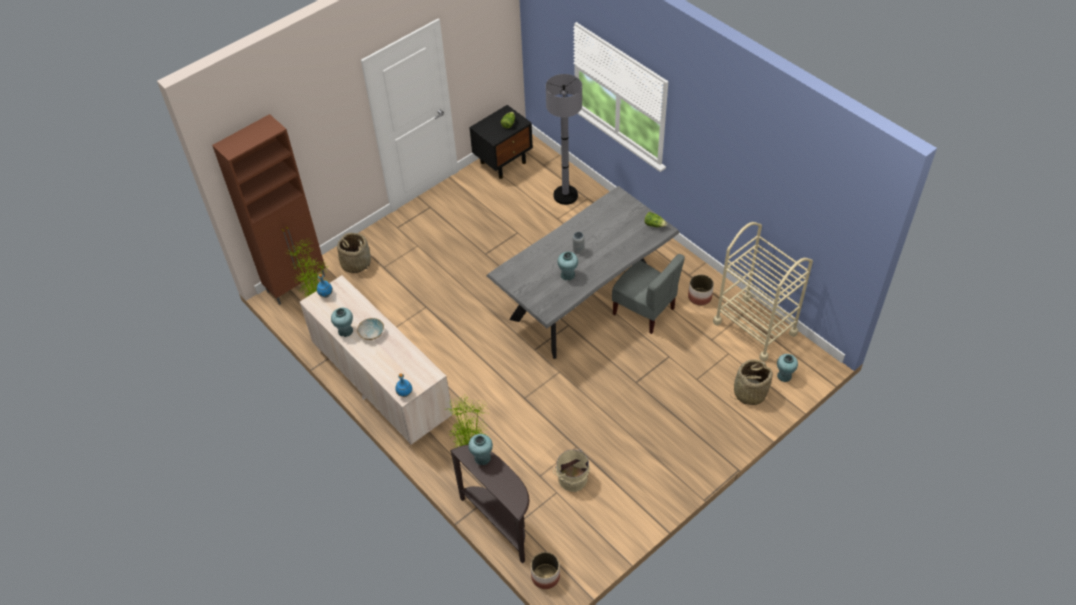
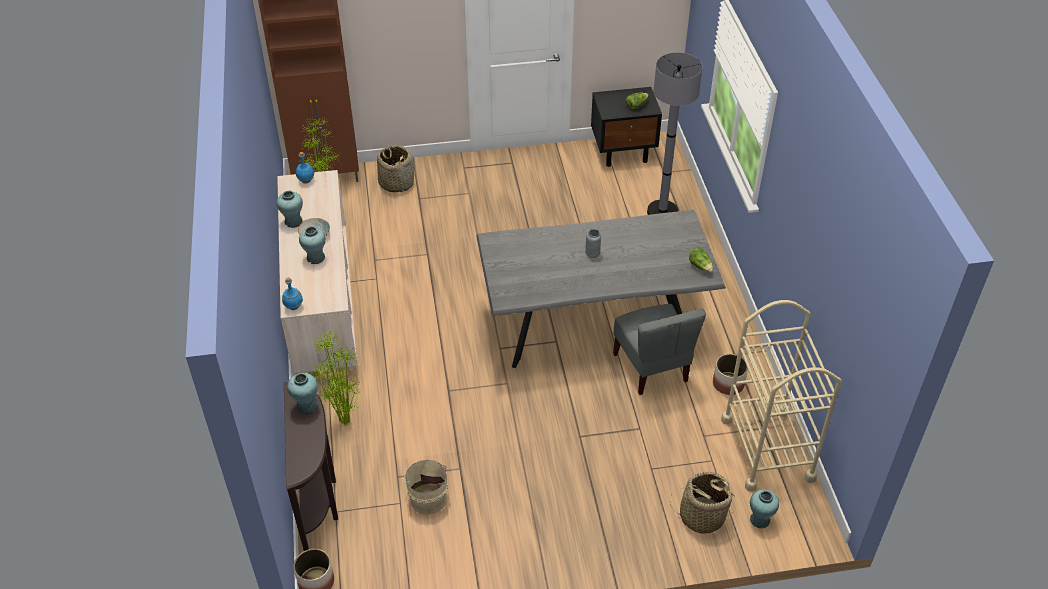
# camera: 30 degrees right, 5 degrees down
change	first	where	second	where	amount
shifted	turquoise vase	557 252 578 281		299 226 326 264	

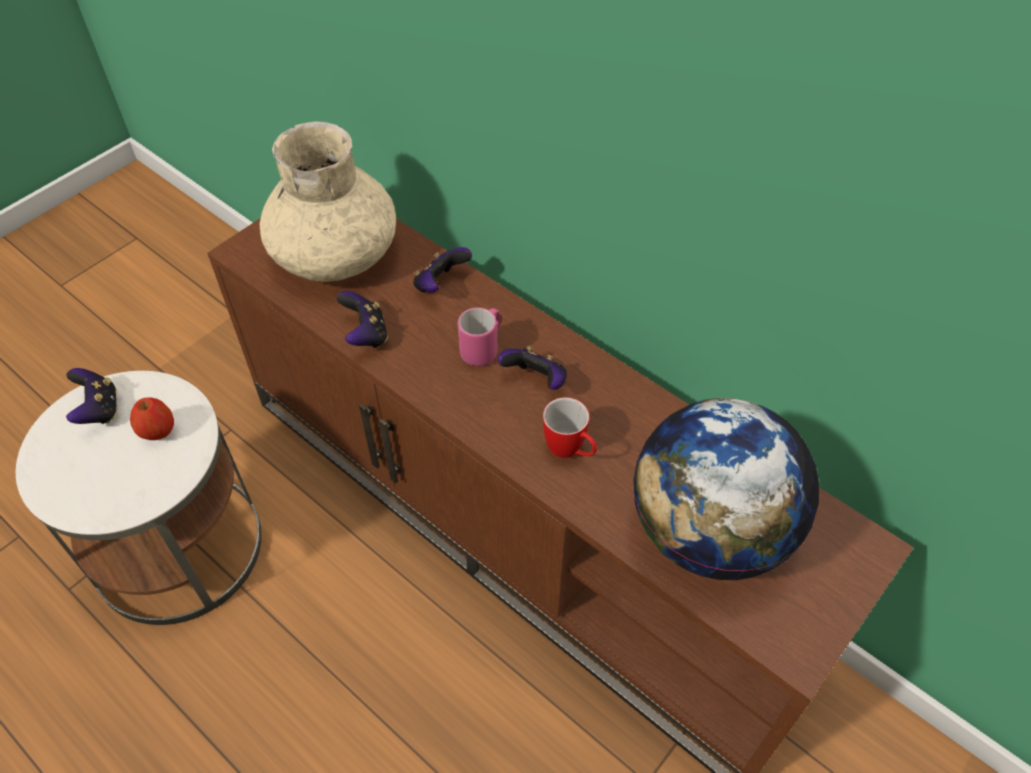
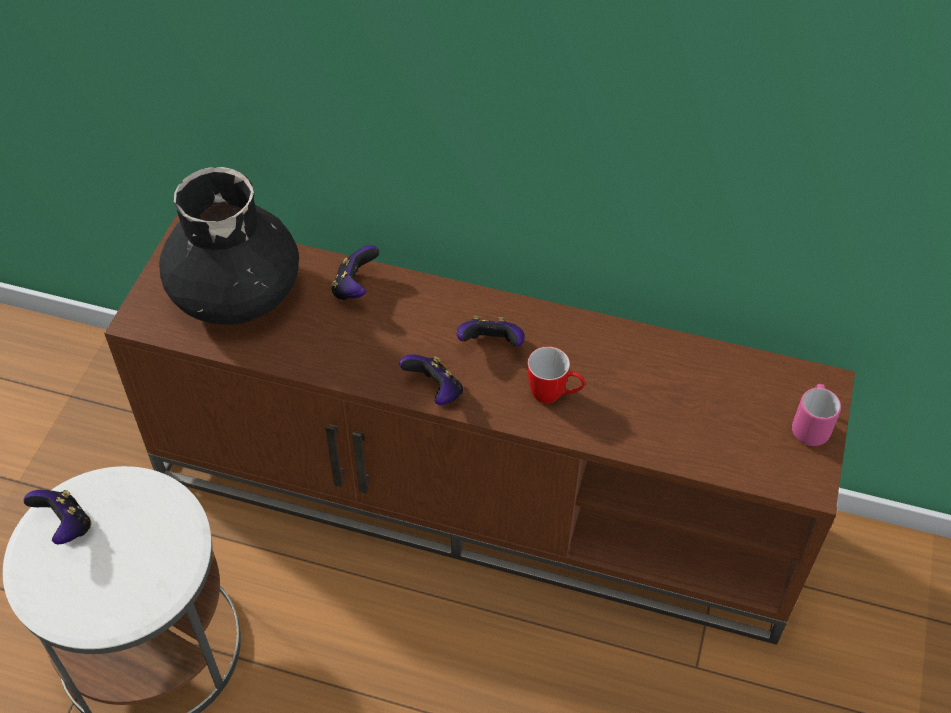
# camera: 25 degrees left, 0 degrees up
change	first	where	second	where	amount
gone	apple	130 397 174 440			
repainted	beige vase	260 121 396 282	black vase	159 167 299 324	
shifted	game controller	337 291 388 348		399 354 463 405	
shifted	pink mug	458 307 501 366		792 384 841 446	
gone	globe	633 398 819 580			

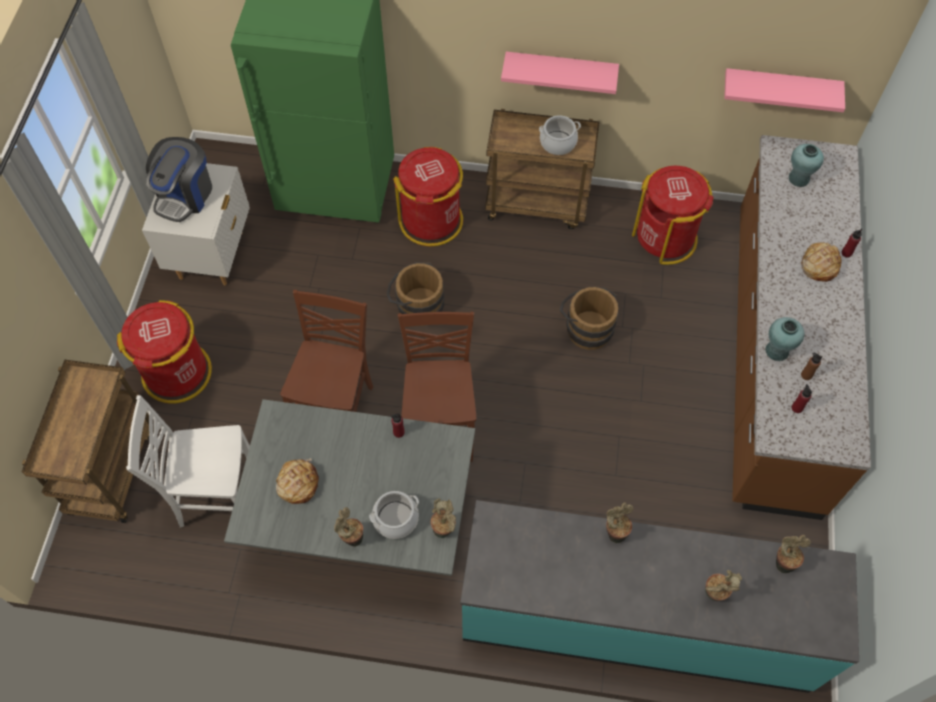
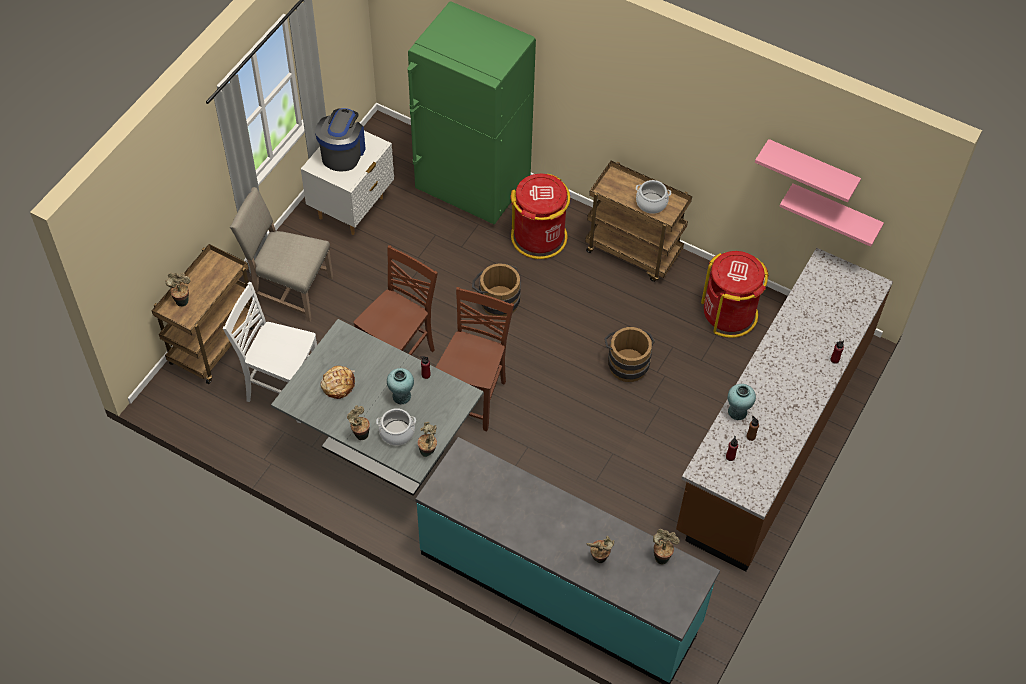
# camera: 20 degrees right, 5 degrees down
change	first	where	second	where	amount
swapped	red trash can	117 300 212 403	beige chair	230 187 333 322	
rotated	coffee machine	146 137 212 222		315 108 365 172	150 degrees clockwise
shifted	pink shelf	501 51 619 94		755 139 861 203	
shifted	potted plant	606 503 633 543		165 273 190 307	
shifted	turquoise vase	789 144 824 187		387 368 414 404	
gone	bread	801 242 841 282			

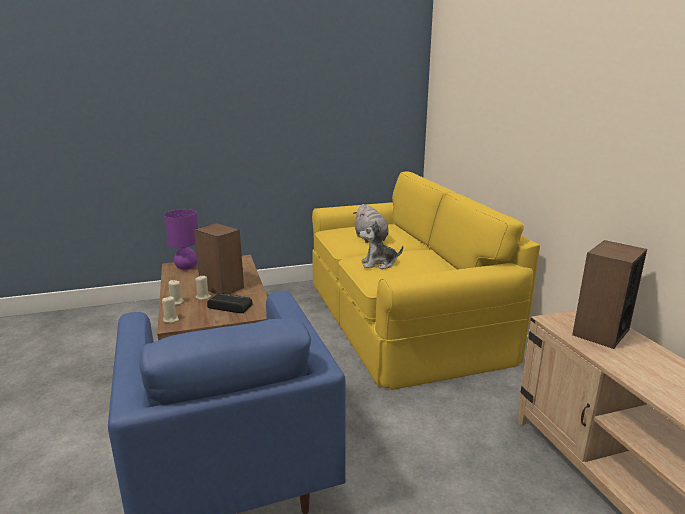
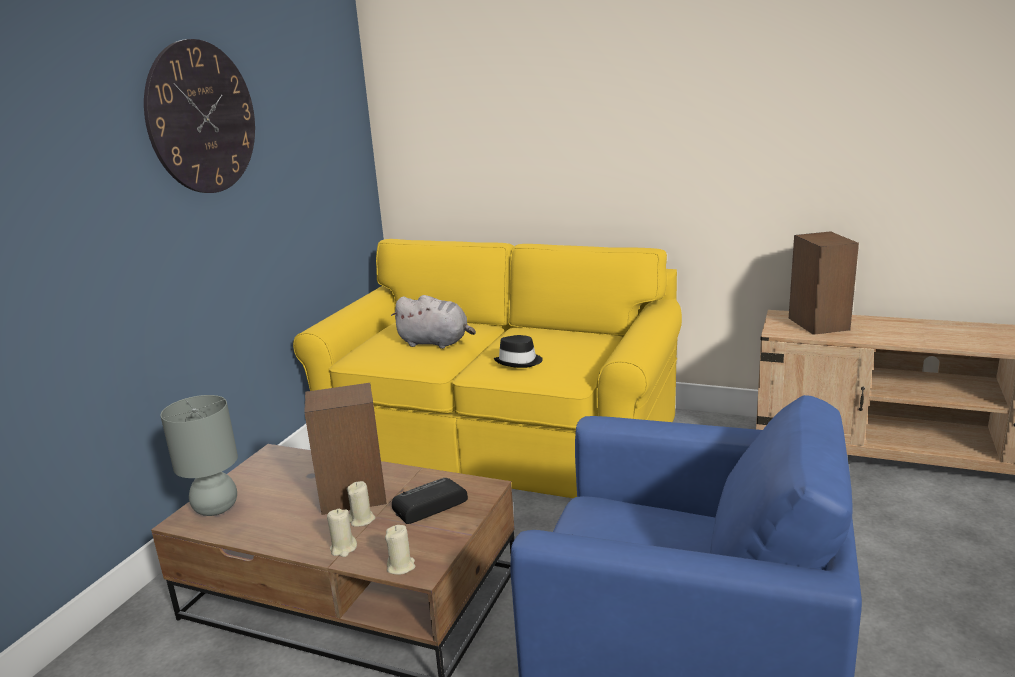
# camera: 50 degrees left, 0 degrees up
change	first	where	second	where	amount
repainted	purple table lamp	164 209 198 270	grey table lamp	160 395 238 516	
swapped	plush toy	359 221 403 269	black hat	493 335 543 368	
new			wall clock	144 39 255 193	

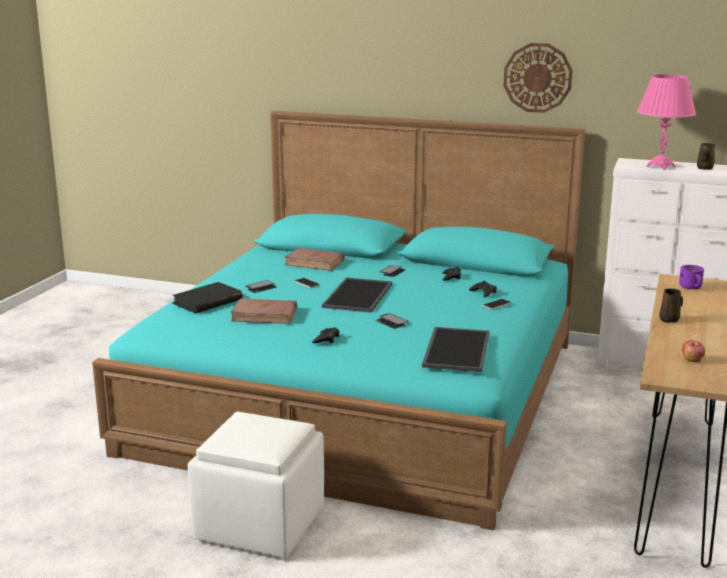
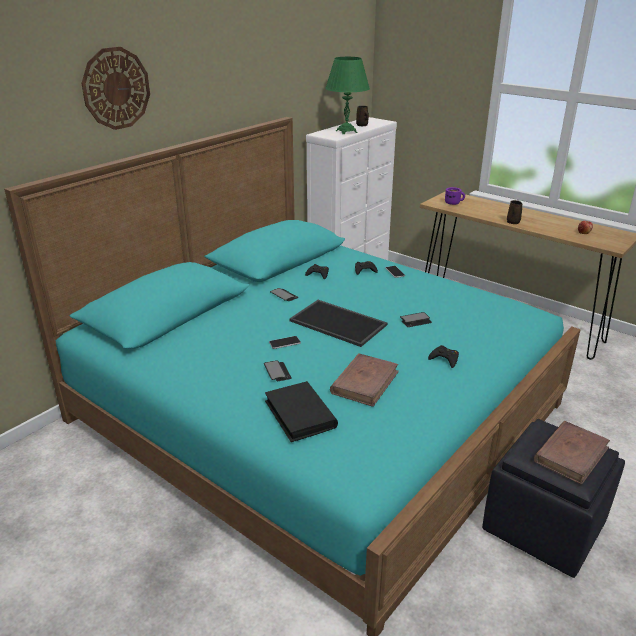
# camera: 70 degrees left, 10 degrees up
change	first	where	second	where	amount
repainted	white ottoman	188 412 324 558	black ottoman	482 419 625 578	
shifted	brown book	284 248 344 271		534 421 610 485	
gone	tray	422 327 490 372			
shifted	wall clock	504 43 573 113		81 47 150 130	
repainted	pink table lamp	637 74 696 170	green table lamp	325 57 370 134	

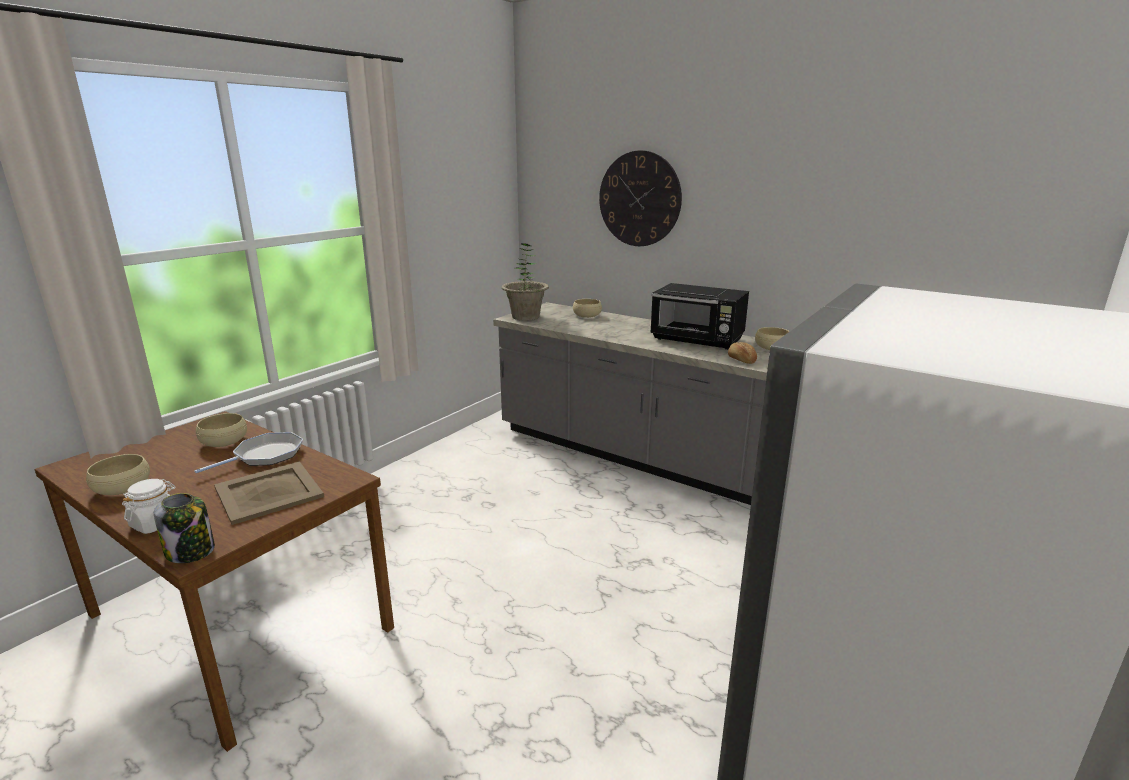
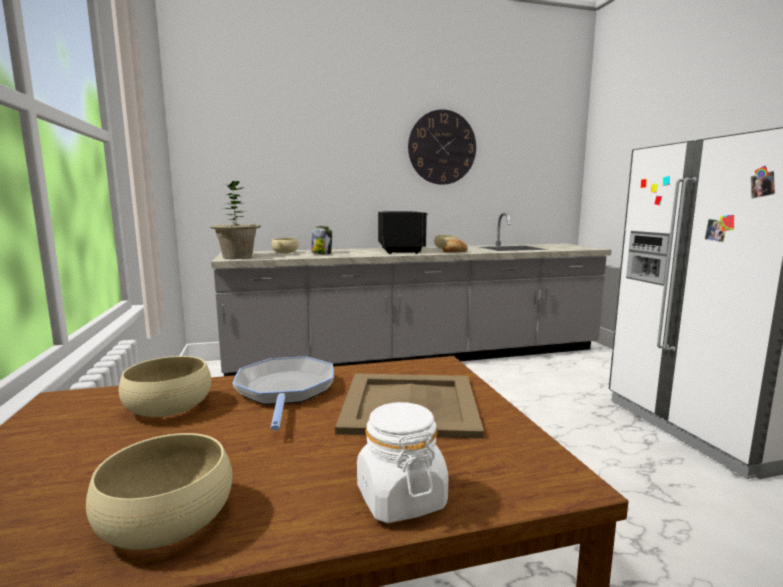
# camera: 50 degrees left, 10 degrees down
change	first	where	second	where	amount
shifted	jar	154 493 215 563		311 226 332 254	
shifted	wall clock	599 150 682 246		408 109 476 185	
rotated	black microwave	650 283 749 350		378 211 428 254	75 degrees counterclockwise

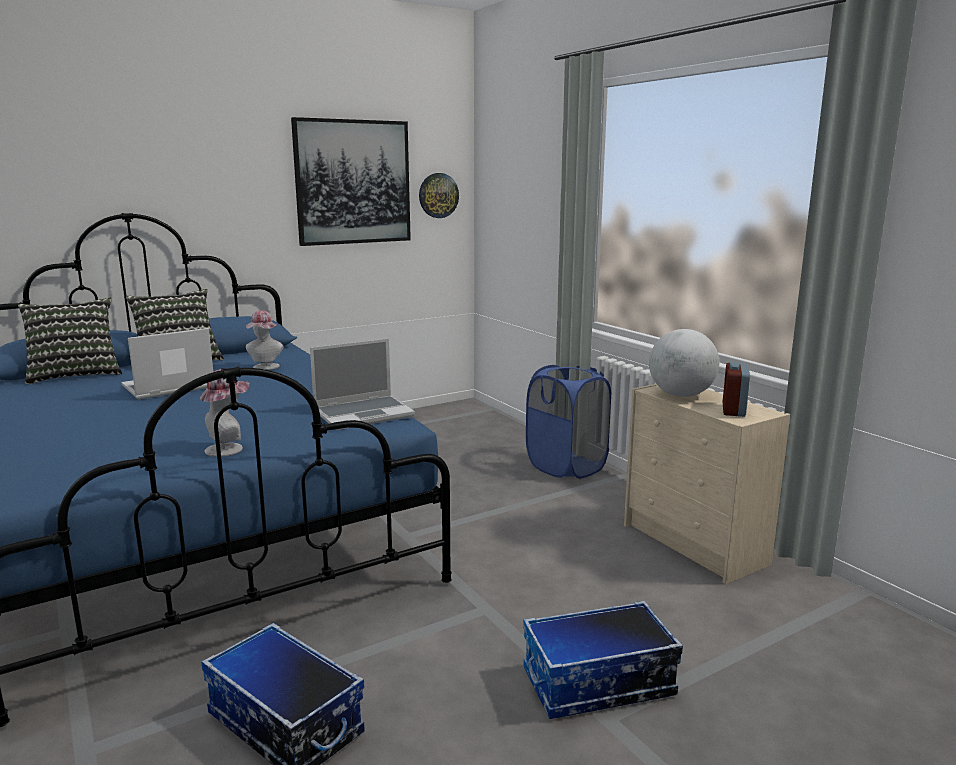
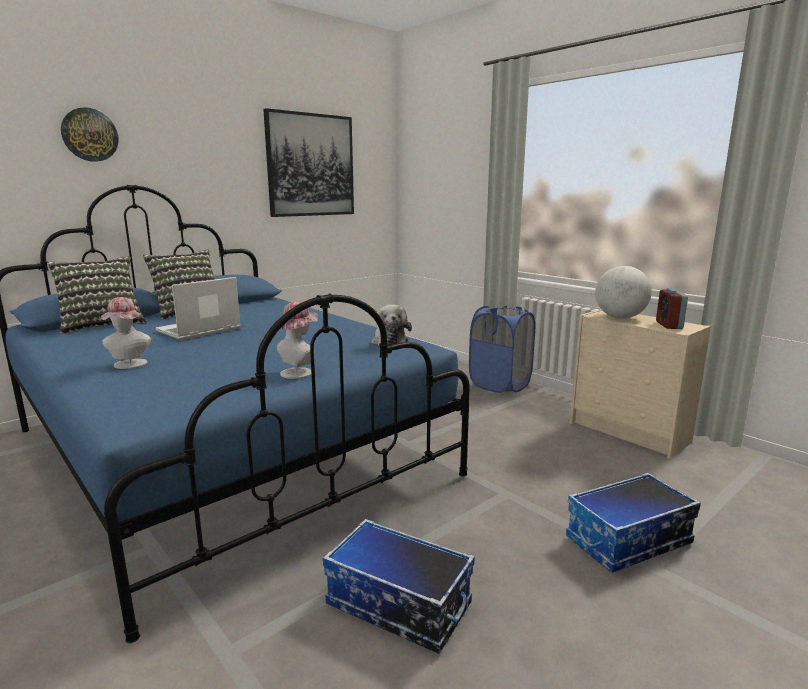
# camera: 10 degrees left, 0 degrees up
change	first	where	second	where	amount
shifted	hat	246 310 283 370		101 297 151 369	
swapped	laptop	310 339 415 430	plush toy	371 304 412 346	
shifted	wall clock	419 173 459 218		61 107 119 162	

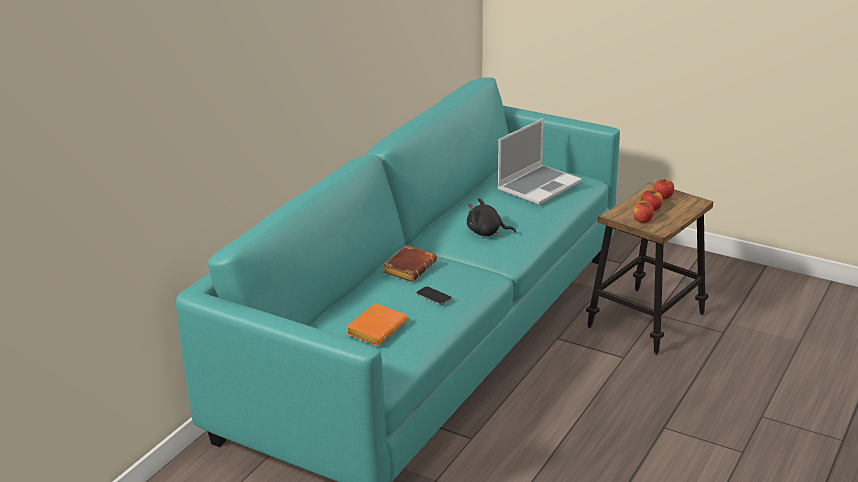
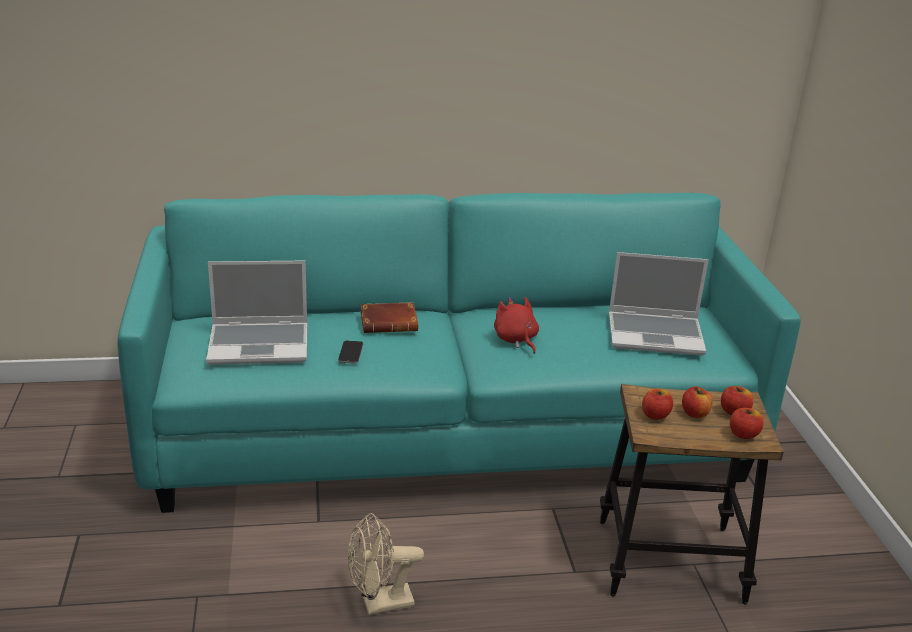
# camera: 50 degrees right, 0 degrees up
change	first	where	second	where	amount
swapped	orange book	346 303 407 346	laptop	206 261 307 365	
repainted	black plush toy	467 198 516 236	red plush toy	494 297 539 354	
new			beige fan	348 513 424 615	
new			apple	730 408 764 439	

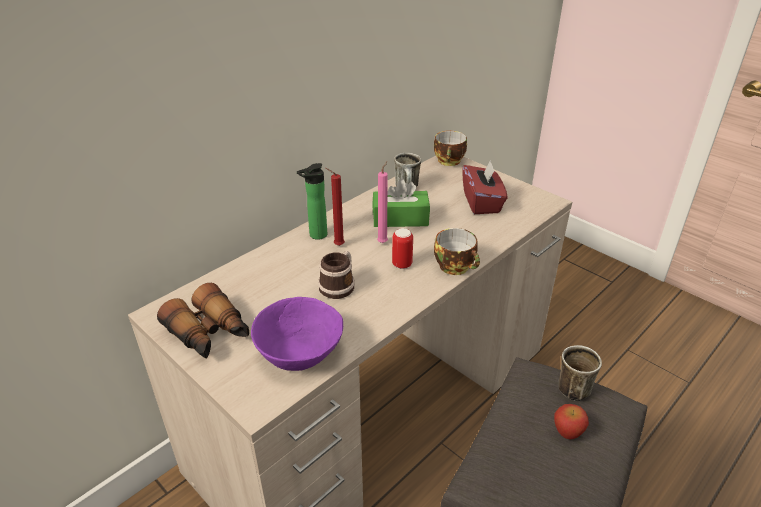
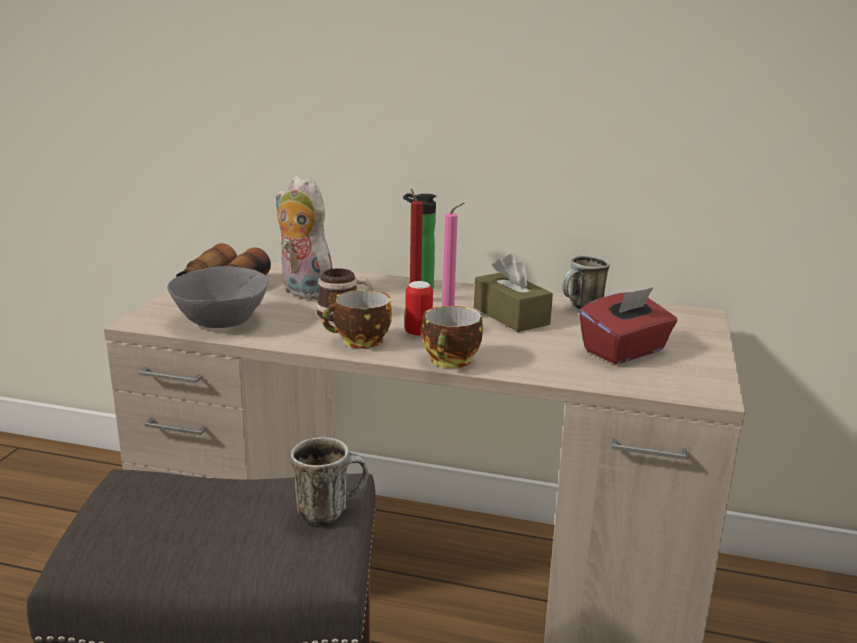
# camera: 60 degrees right, 15 degrees down
change	first	where	second	where	amount
repainted	purple bowl	251 297 343 371	grey bowl	167 266 268 328	
repainted	green tissue box	372 179 430 227	brown tissue box	474 254 553 332	
shifted	cup	434 131 467 166		322 290 392 349	
gone	apple	554 404 589 440			
new			plush toy	275 176 333 300	

